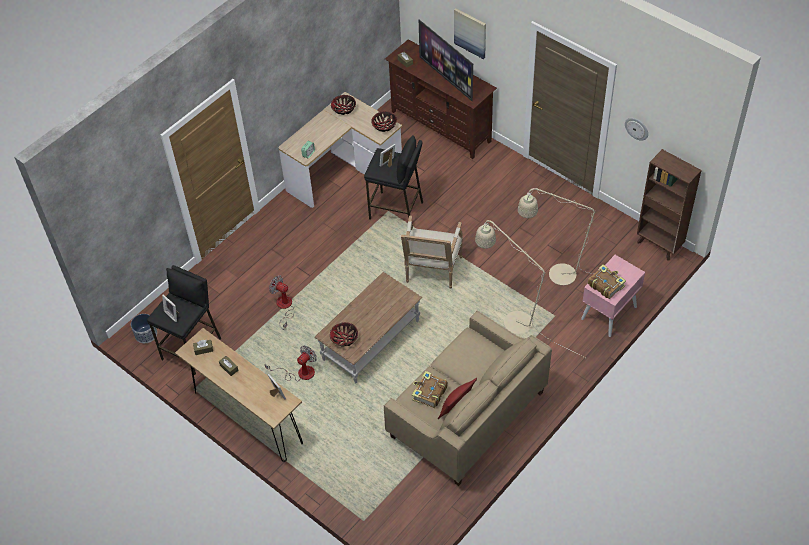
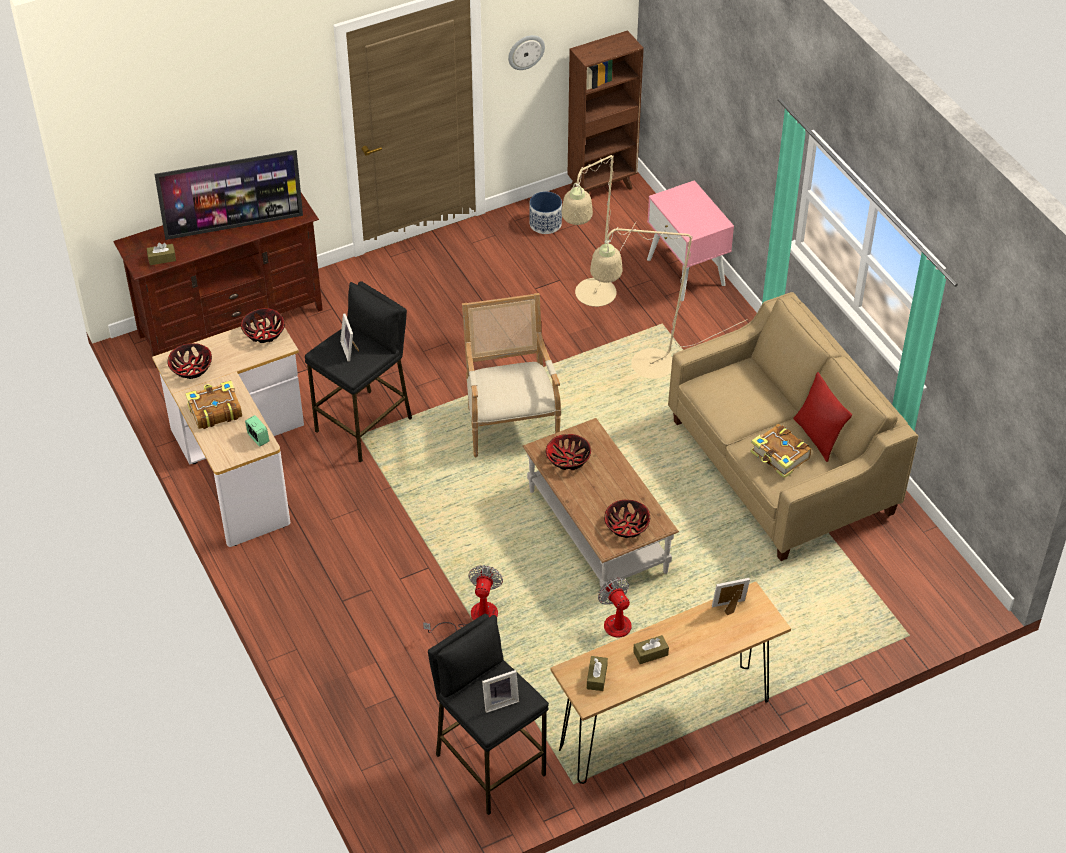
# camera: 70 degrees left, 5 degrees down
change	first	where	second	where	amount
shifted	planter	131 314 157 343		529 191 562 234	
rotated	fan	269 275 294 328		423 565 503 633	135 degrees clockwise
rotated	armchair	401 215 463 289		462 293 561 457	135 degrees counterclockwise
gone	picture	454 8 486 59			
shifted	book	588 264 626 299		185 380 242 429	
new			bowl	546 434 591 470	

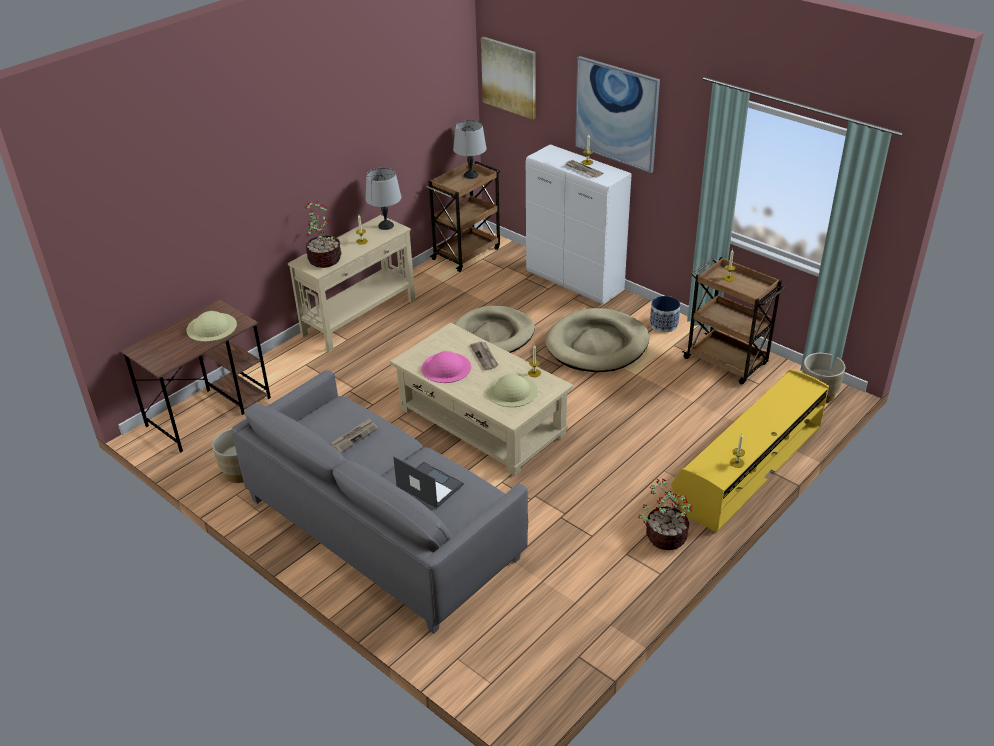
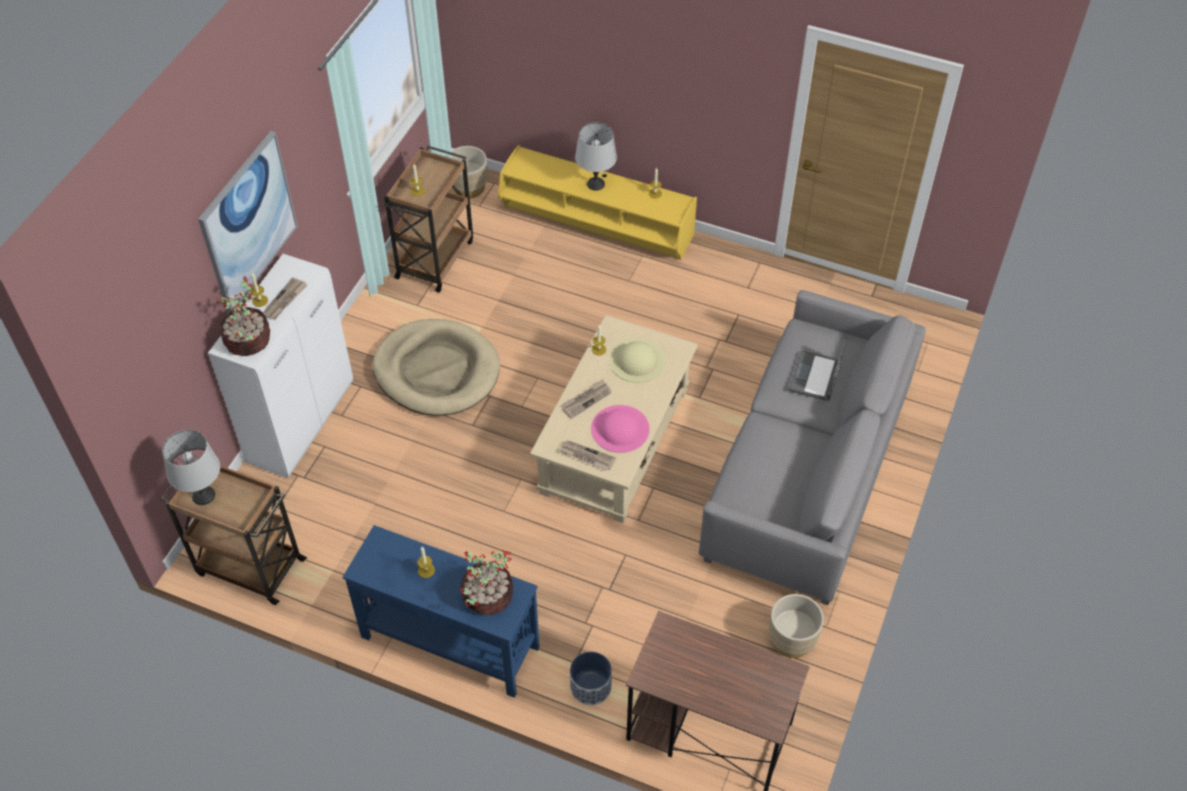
# camera: 110 degrees left, 15 degrees up
change	first	where	second	where	amount
gone	beige hat	186 311 237 342			
repainted	beige console table	288 215 415 352	blue console table	343 525 540 698	
shifted	newspaper	331 418 378 453		559 440 616 471	
shifted	grey table lamp	366 168 401 230		575 123 617 191	
gone	beige dog bed	454 305 535 353			
gone	picture	481 37 536 119			
shifted	potted plant	638 479 693 550		218 277 270 356	
shifted	planter	650 296 680 332		570 652 612 705	

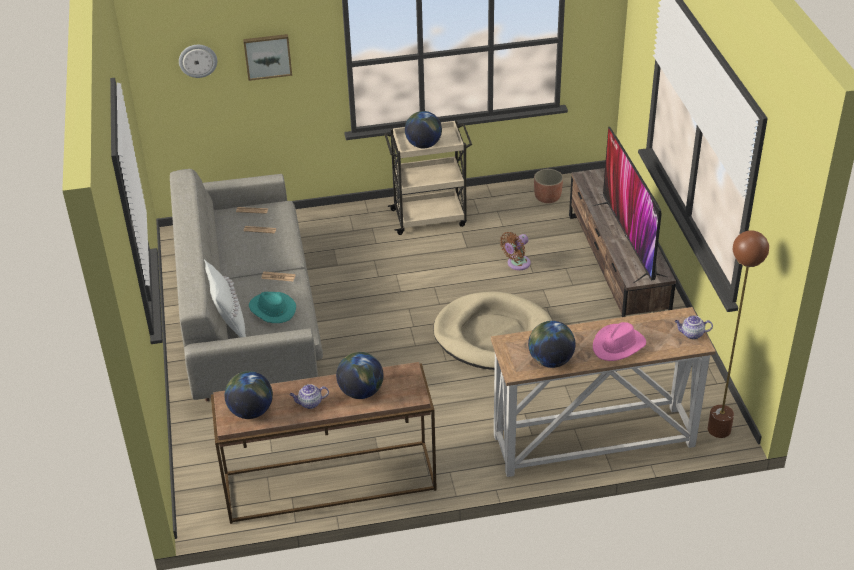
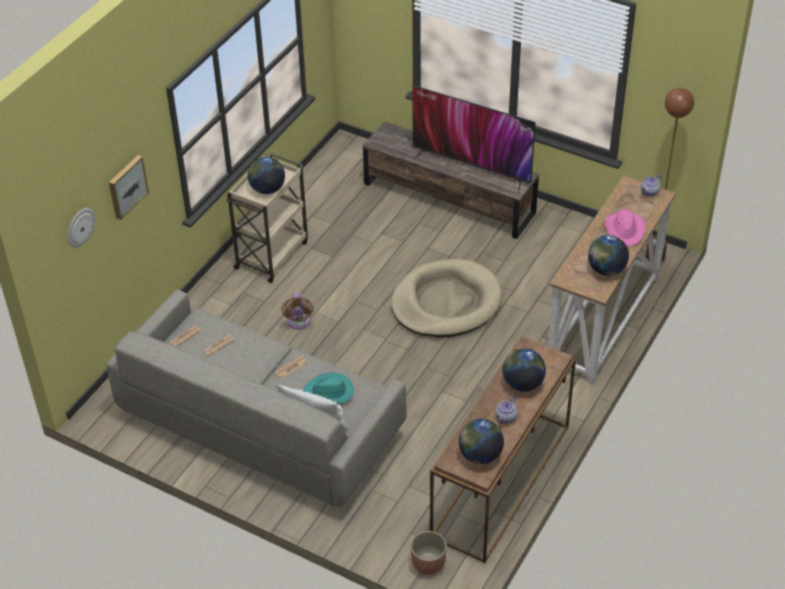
# camera: 50 degrees left, 5 degrees up
change	first	where	second	where	amount
shifted	brown fan	500 232 531 270		281 293 313 329	
shifted	planter	534 169 563 203		411 531 447 575	

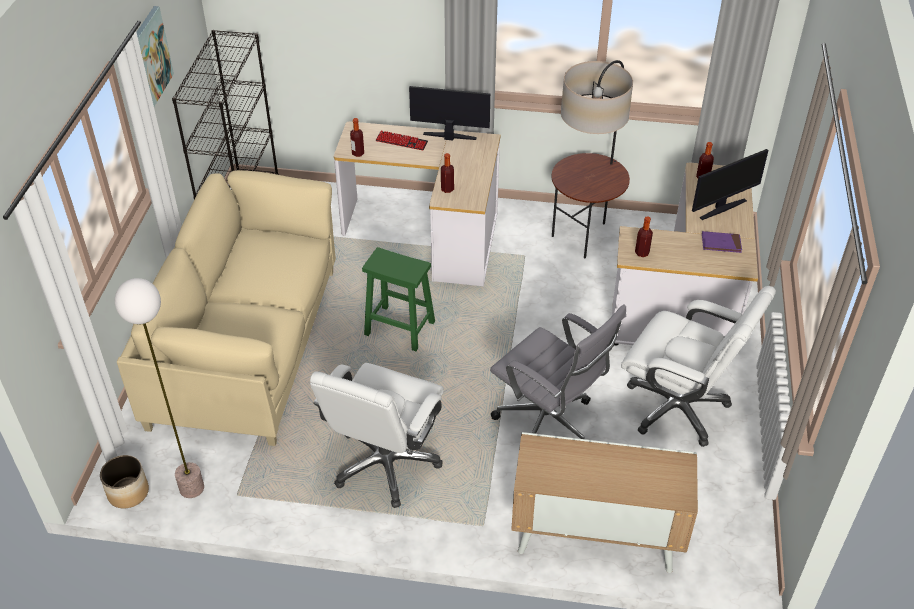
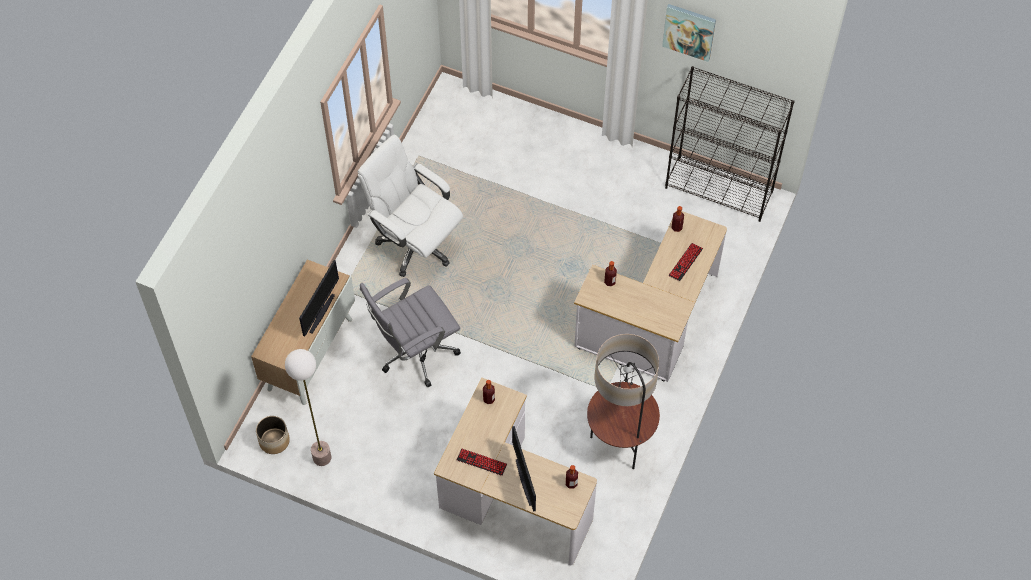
# camera: 105 degrees right, 15 degrees up
change	first	where	second	where	amount
shifted	planter	100 455 149 508		256 416 290 454	
shifted	floor lamp	115 278 204 498		285 349 331 466	
gone	beige sofa	117 170 336 446			
gone	green stool	362 247 435 351			
shifted	monitor	409 86 490 141		299 260 339 337	
gone	white office chair	621 286 776 447			
swapped	purple book	702 231 742 253	keyboard	457 449 507 476	

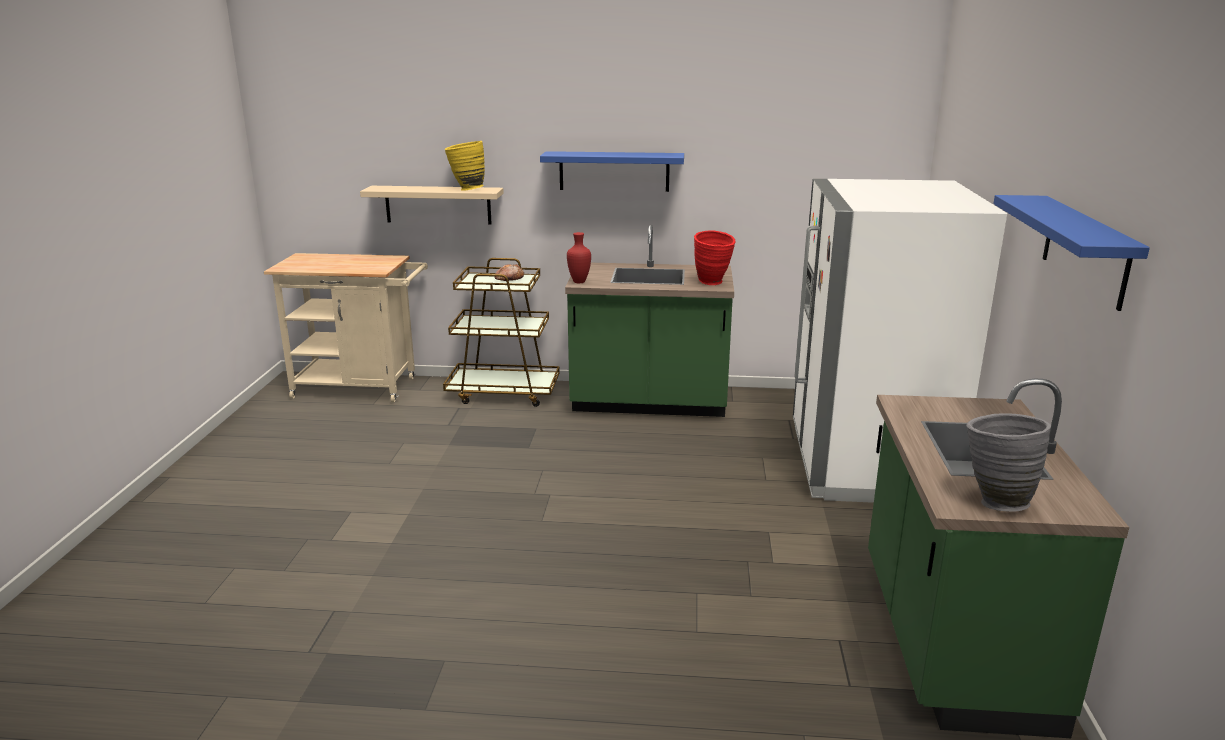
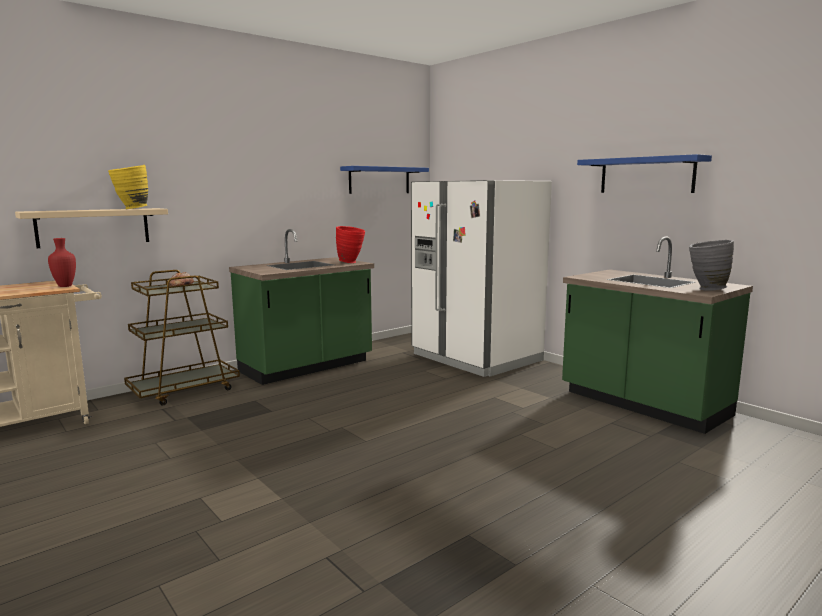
# camera: 45 degrees left, 10 degrees down
change	first	where	second	where	amount
shifted	blue shelf	540 151 684 192		340 166 429 194	
shifted	red vase	567 232 591 283		48 238 76 287	

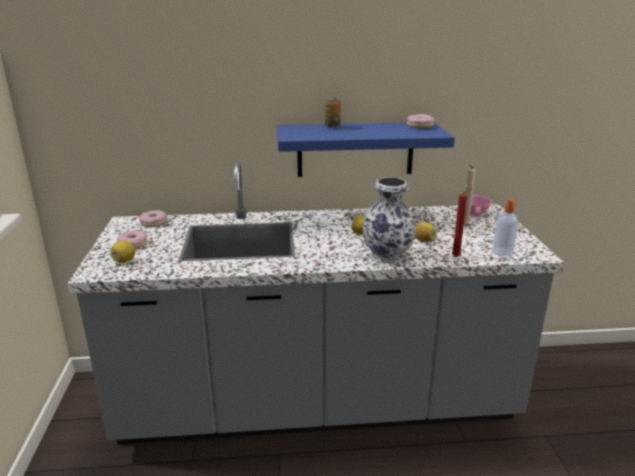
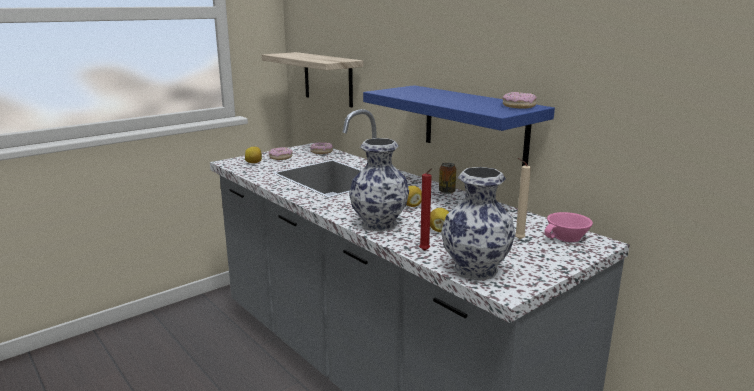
# camera: 55 degrees right, 5 degrees down
change	first	where	second	where	amount
shifted	can	325 98 341 128		439 163 456 194	
swapped	soap dispenser	492 199 518 256	vase	441 167 516 281	
new			shelf	261 52 363 107	

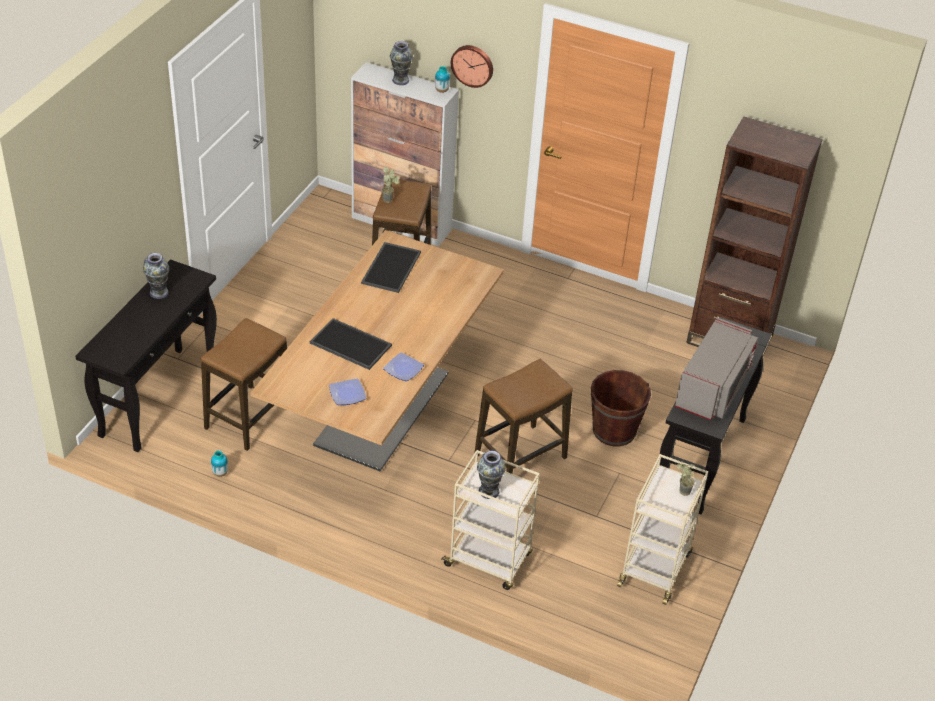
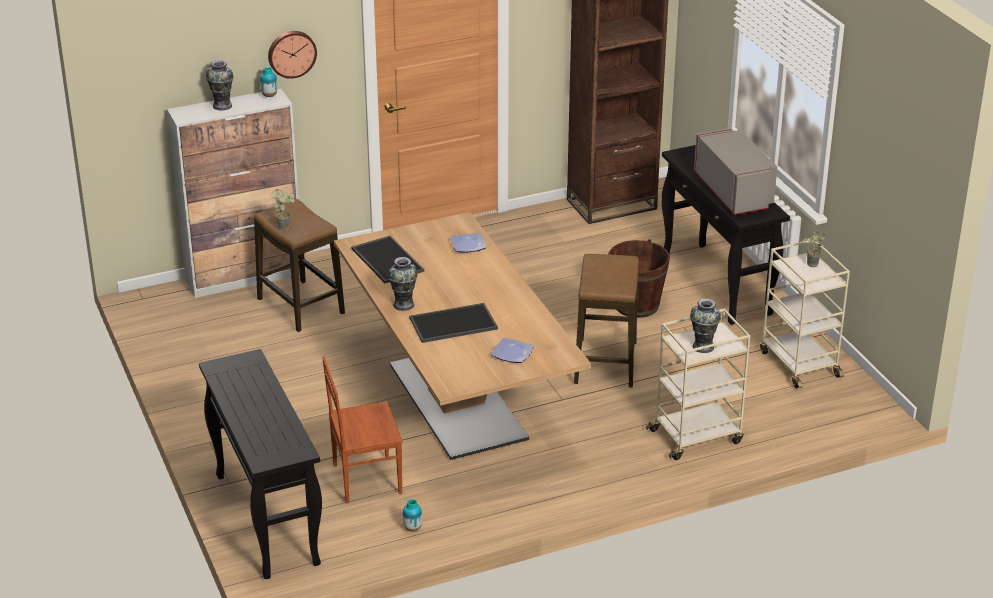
# camera: 45 degrees left, 10 degrees down
change	first	where	second	where	amount
shifted	vase	143 253 169 299		388 257 418 311	
swapped	stool	201 318 287 451	brown chair	322 356 402 504	
shifted	plate	383 352 424 381		451 232 486 253	

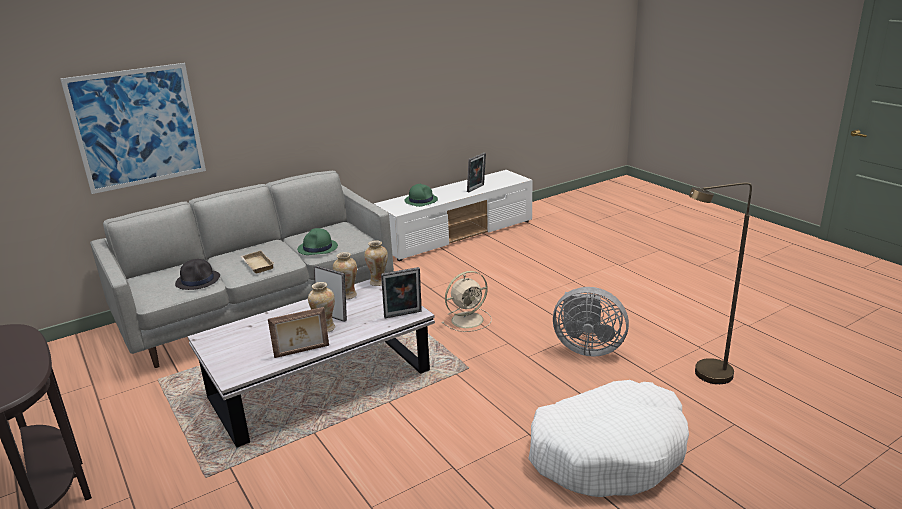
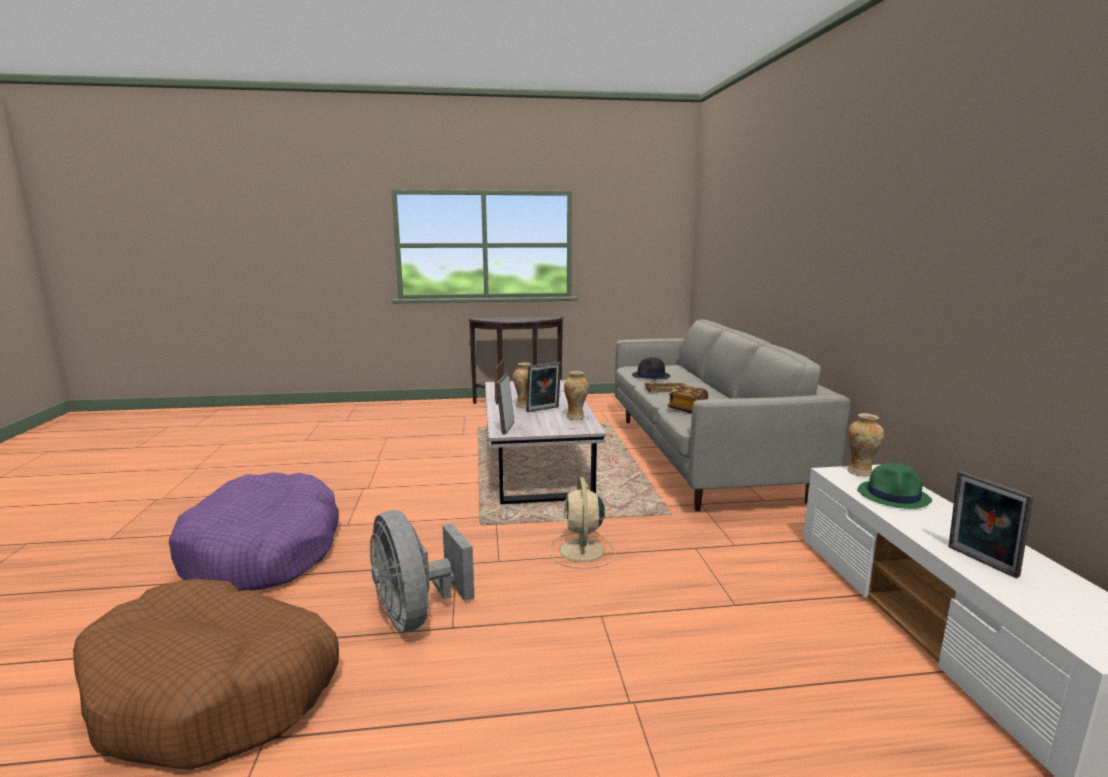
# camera: 115 degrees right, 10 degrees down
change	first	where	second	where	amount
gone	picture	60 63 206 194			
swapped	green hat	297 228 338 255	book	668 384 708 414	
shifted	vase	364 240 388 286		847 413 884 476	
repainted	white dog bed	528 380 689 497	purple dog bed	169 472 339 591	
rotated	grey fan	553 287 629 357		370 510 474 632	75 degrees counterclockwise
swapped	brown floor lamp	689 182 752 384	brown dog bed	73 579 339 770	

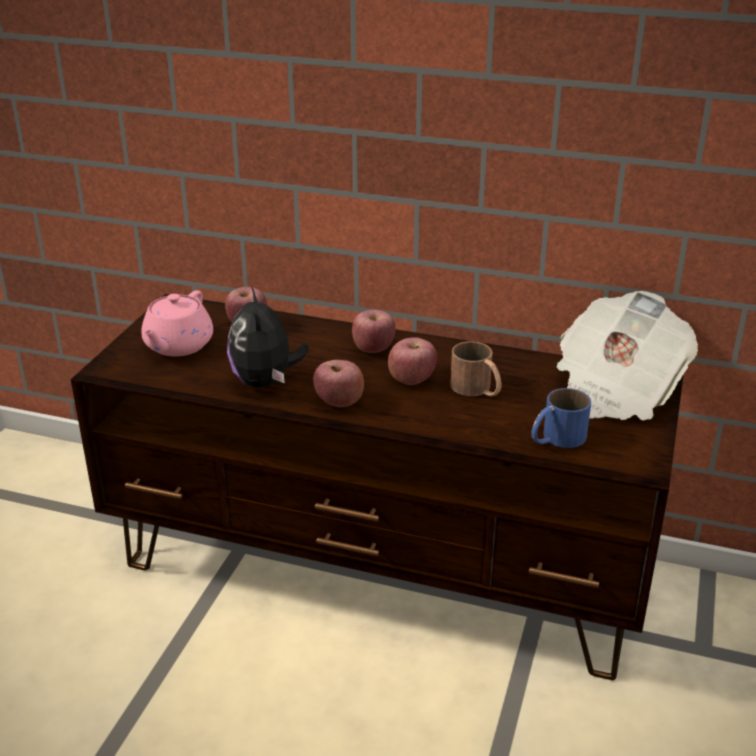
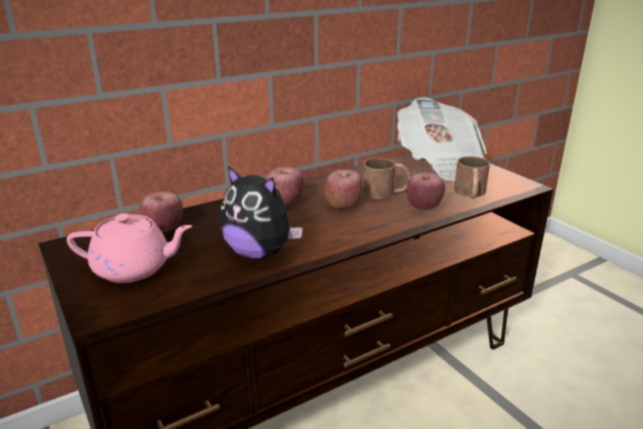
# camera: 50 degrees left, 5 degrees down
change	first	where	second	where	amount
rotated	pink teapot	141 290 213 356		67 213 192 283	60 degrees counterclockwise
shifted	apple	313 360 364 407		406 172 445 210	
repainted	blue mug	531 388 591 448	brown mug	454 156 490 199	

